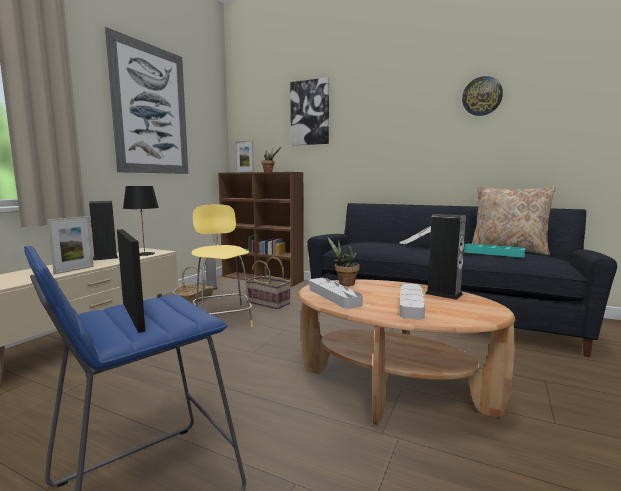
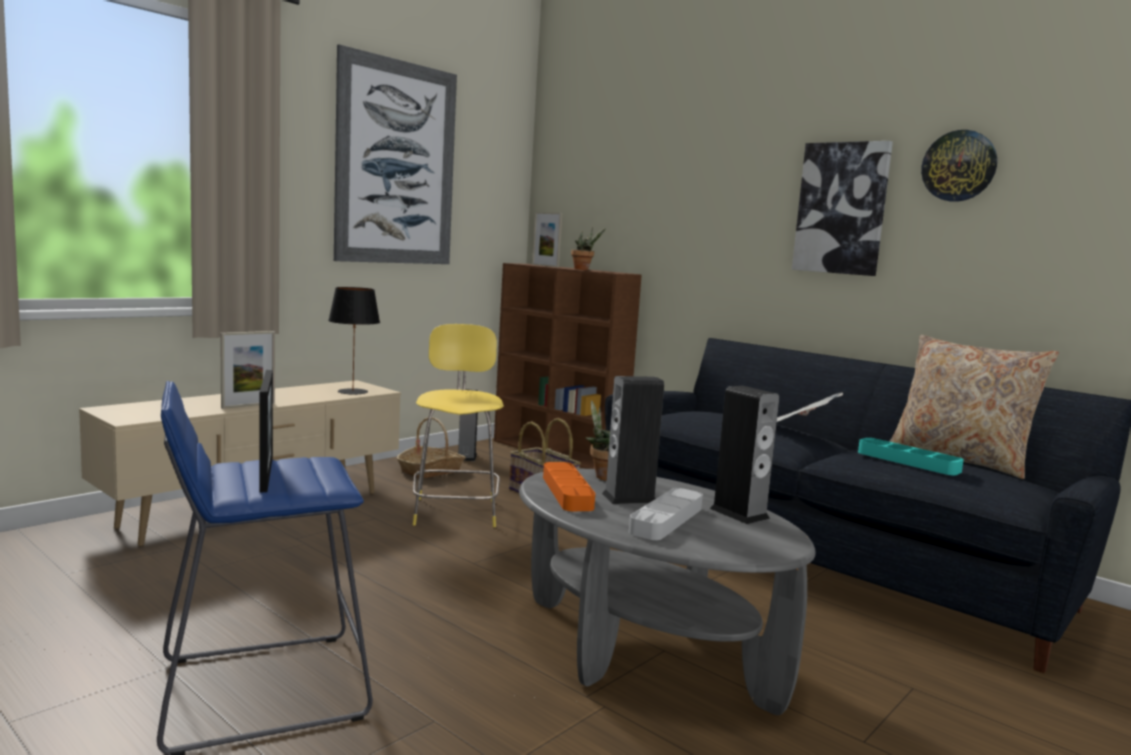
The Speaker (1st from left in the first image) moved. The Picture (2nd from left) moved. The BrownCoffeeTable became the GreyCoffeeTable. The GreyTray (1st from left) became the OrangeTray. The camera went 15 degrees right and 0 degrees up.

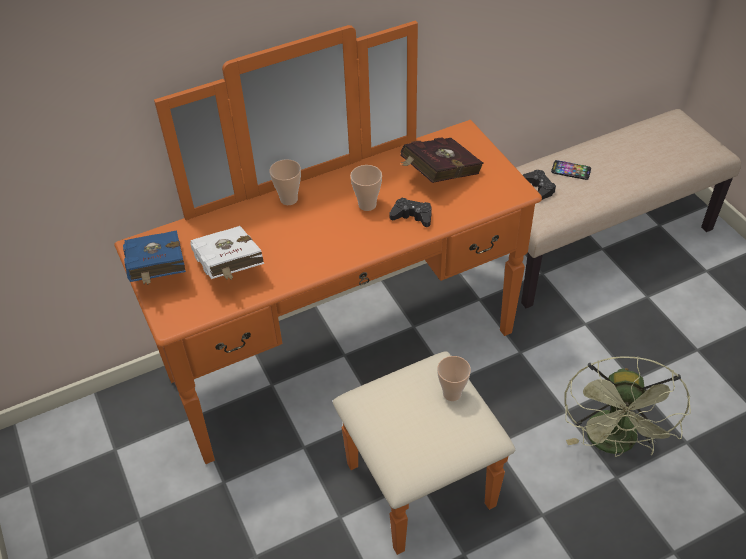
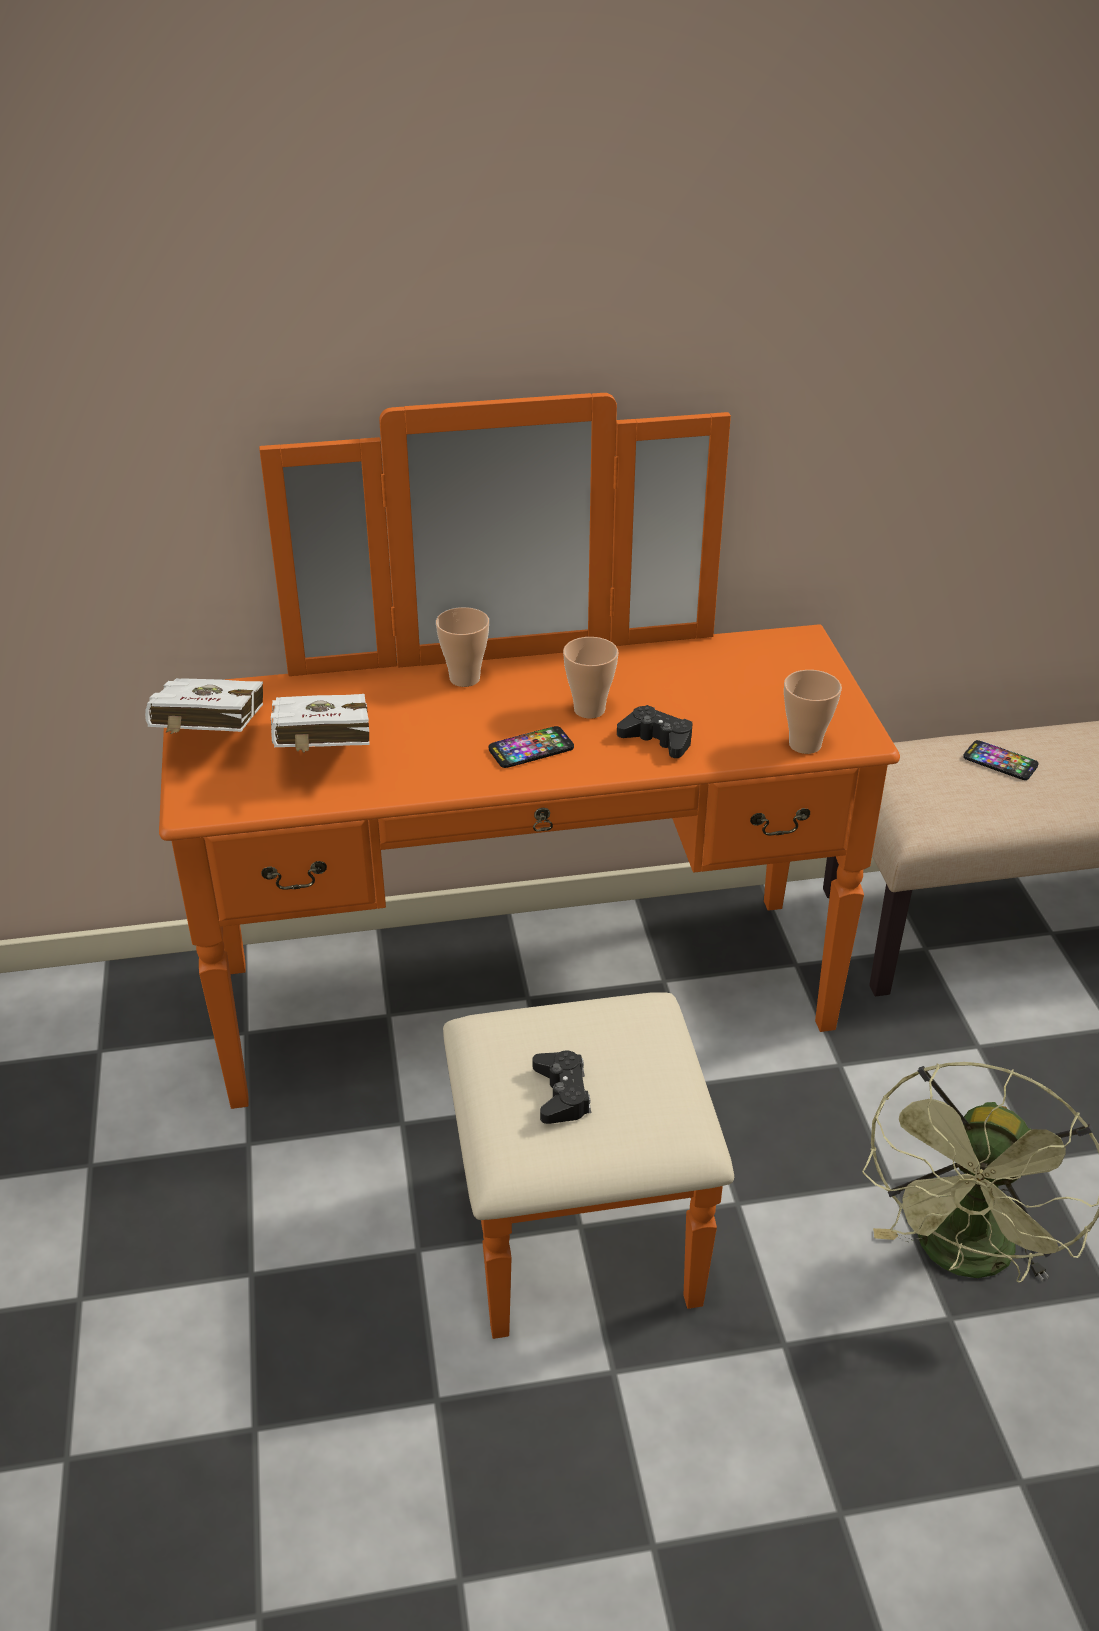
The BlueBook became the WhiteBook (1st from left). The RedBook disappeared. The Cup (3rd from left) moved. The BlackGameController (2nd from left in the first image) moved. The Phone (1st from left) appeared. The camera went 15 degrees right and 10 degrees down.

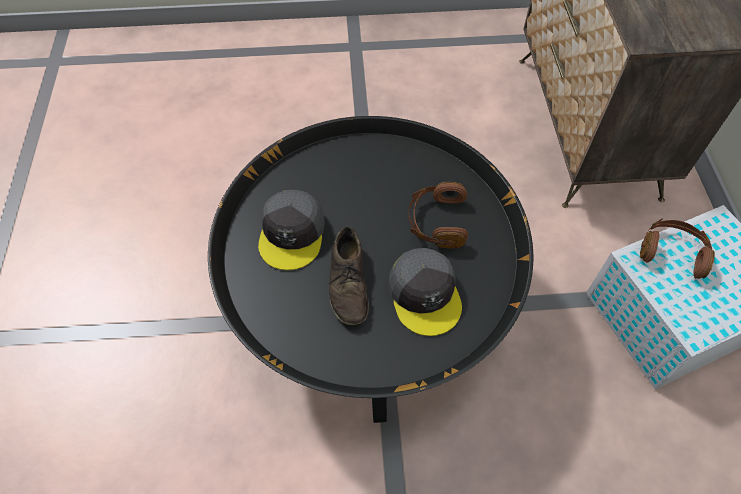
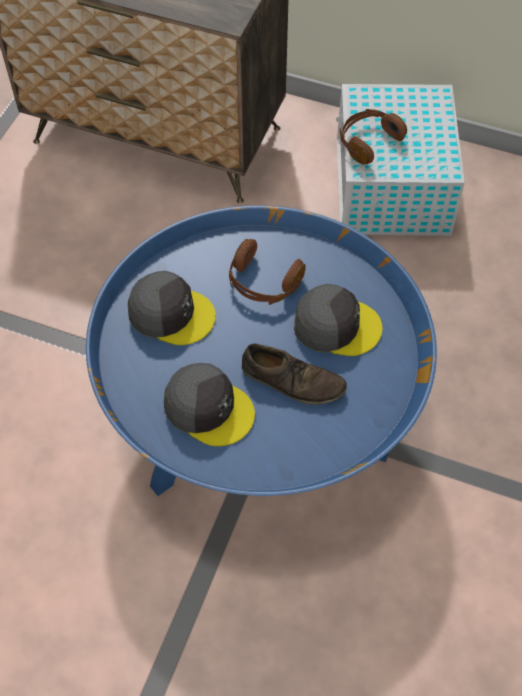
The BlackCoffeeTable became the BlueCoffeeTable. The GreyCap (1st from left) appeared. The camera went 65 degrees left and 0 degrees up.

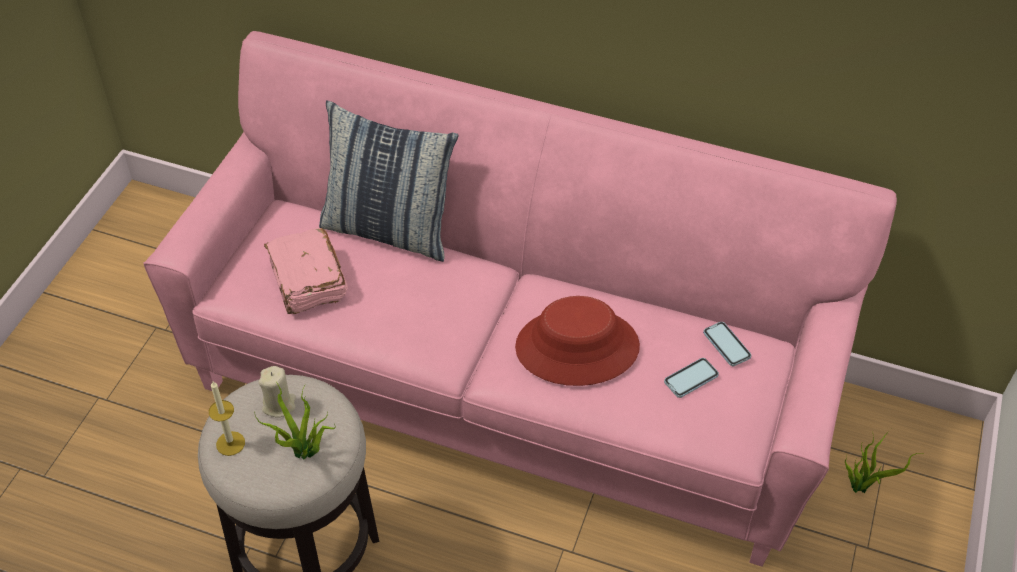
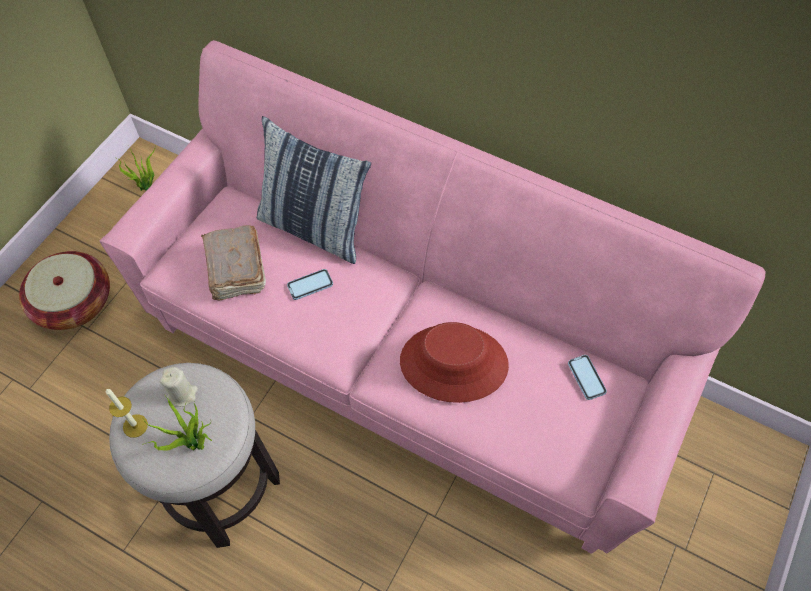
The PinkBook became the BrownBook. The Phone (1st from left) moved. The PottedPlant (2nd from left in the first image) moved. The Basket appeared. The camera went 10 degrees right and 10 degrees up.

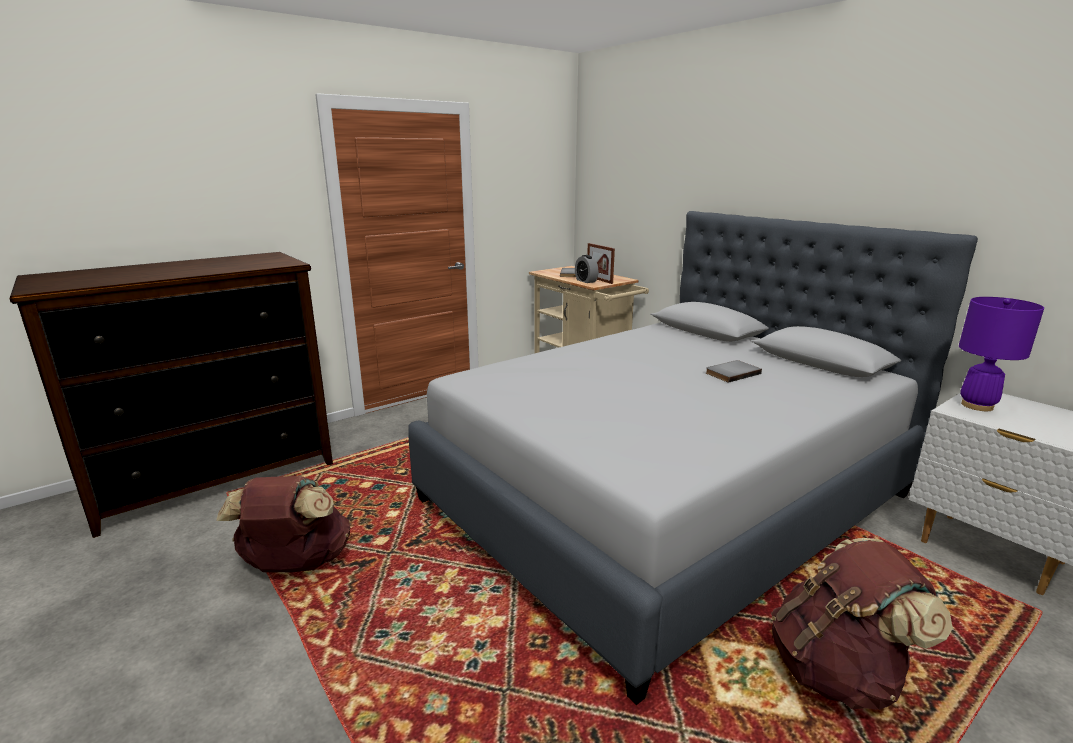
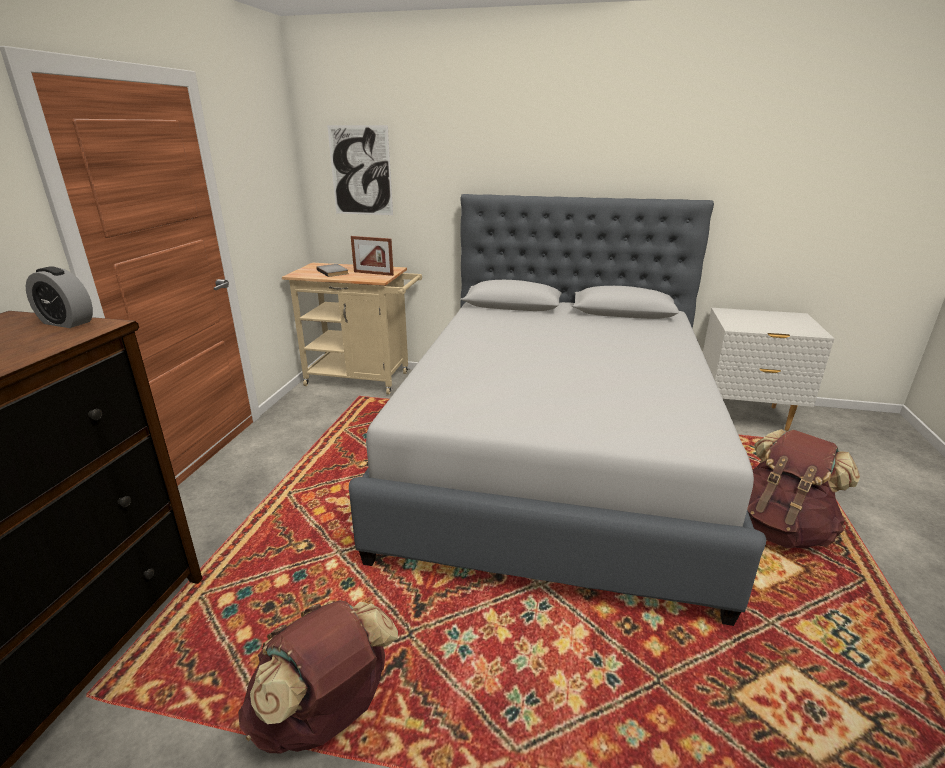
The AlarmClock moved. The GreyBook (2nd from left) disappeared. The PurpleTableLamp disappeared. The Picture appeared. The camera went 40 degrees left and 5 degrees up.

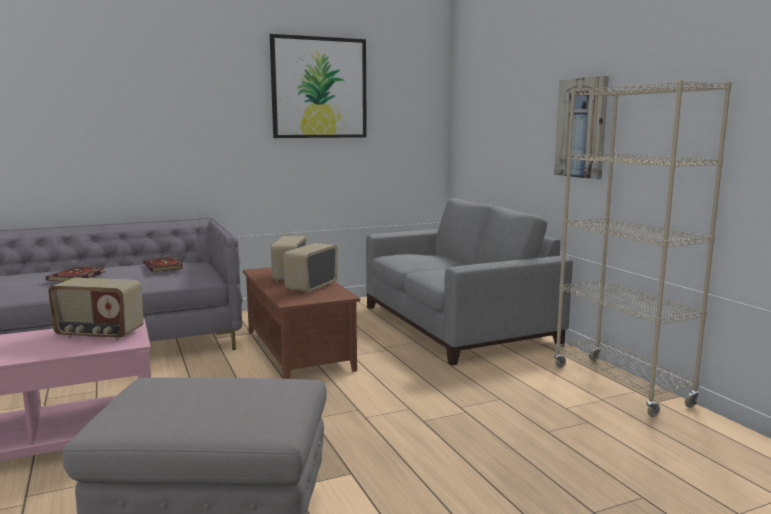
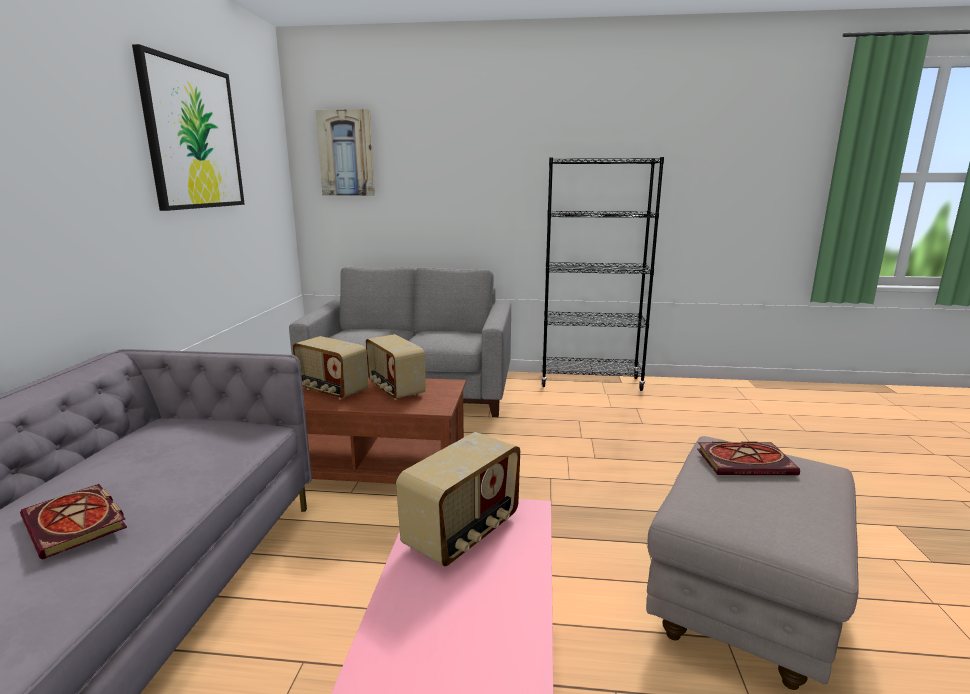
The Book (2nd from left) moved. The Picture (2nd from left) moved. The BeigeBookcase became the BlackBookcase. The camera went 60 degrees left and 5 degrees up.

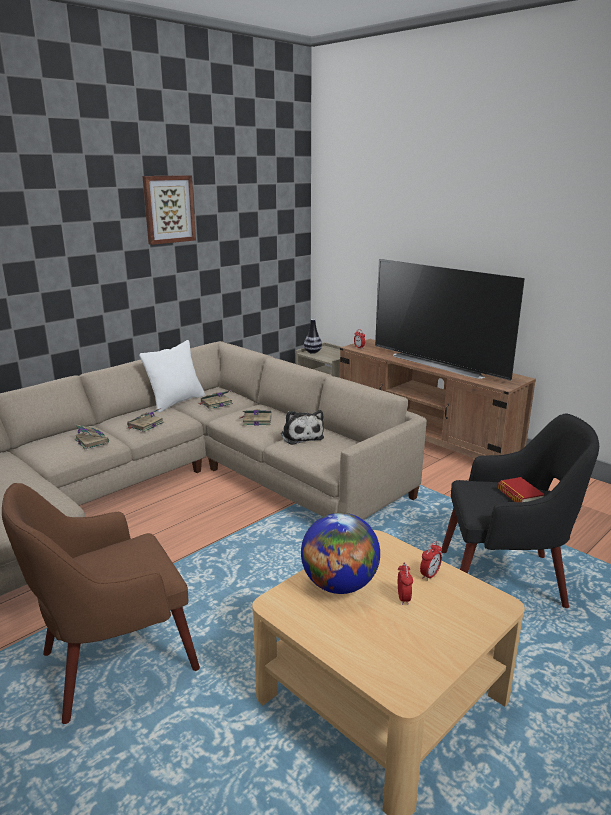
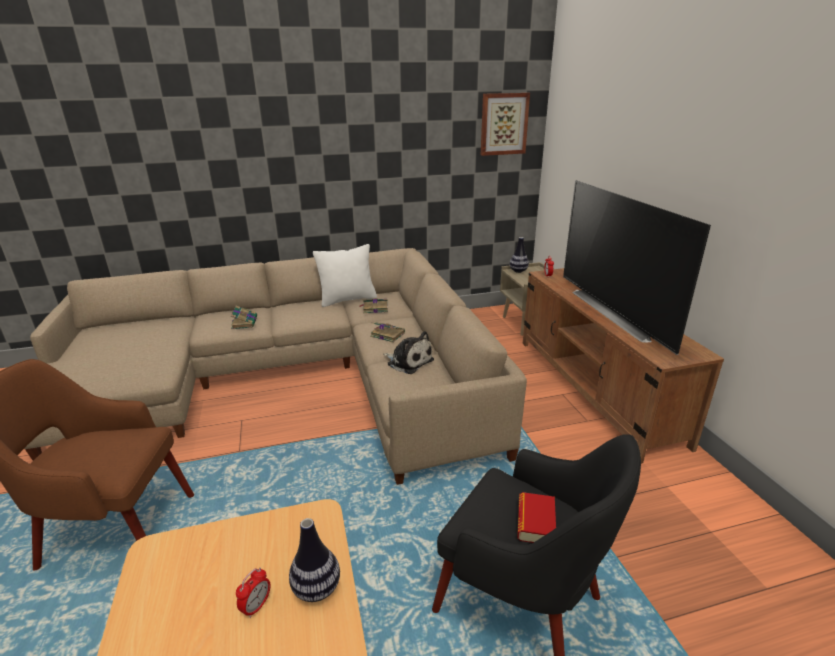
The Book (2nd from left) disappeared. The Picture moved. The PlushToy turned 60 degrees counterclockwise. The Globe disappeared. The AlarmClock (3rd from left) was replaced by the Vase (1st from left). The camera went 30 degrees right and 5 degrees up.

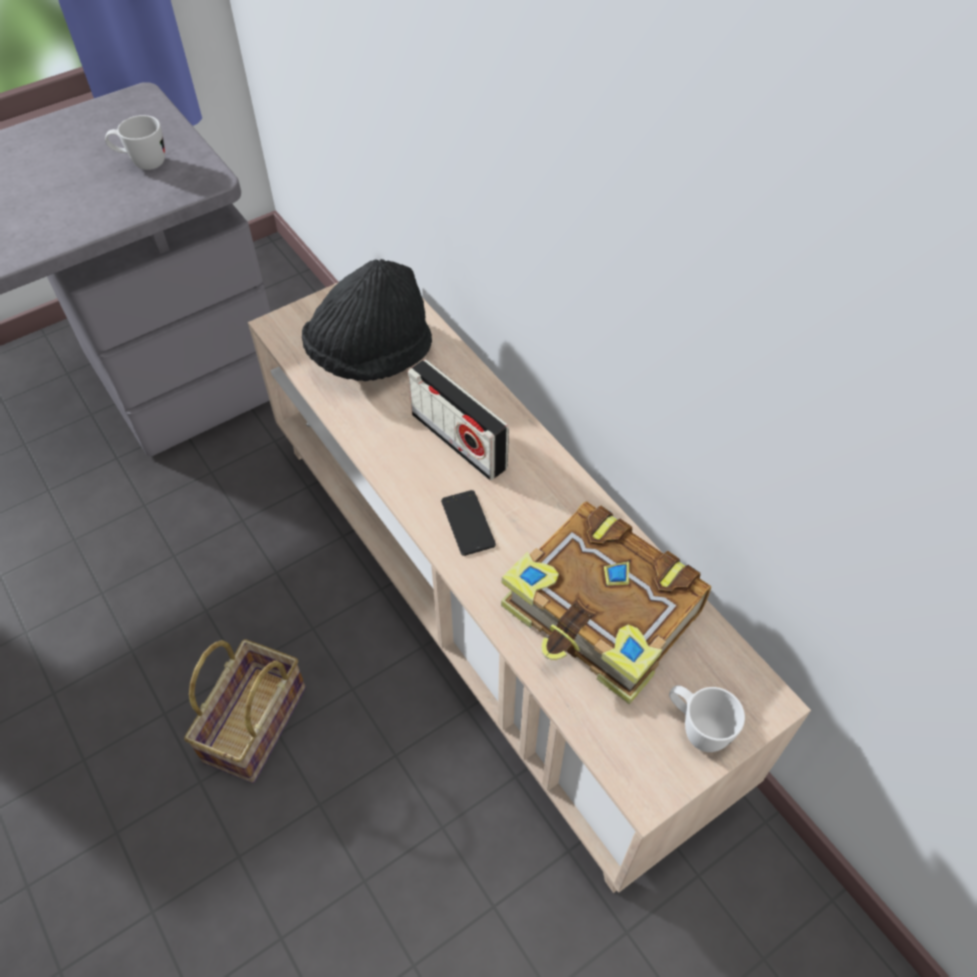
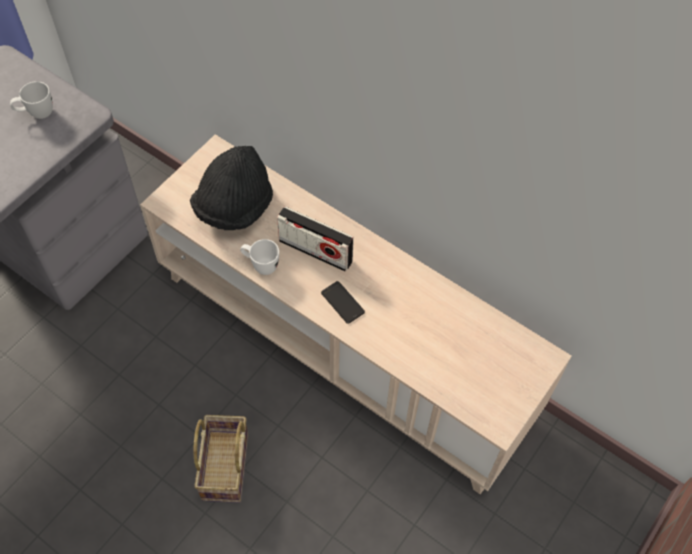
The Book disappeared. The WhiteMug (2nd from left) moved. The camera went 20 degrees left and 5 degrees up.

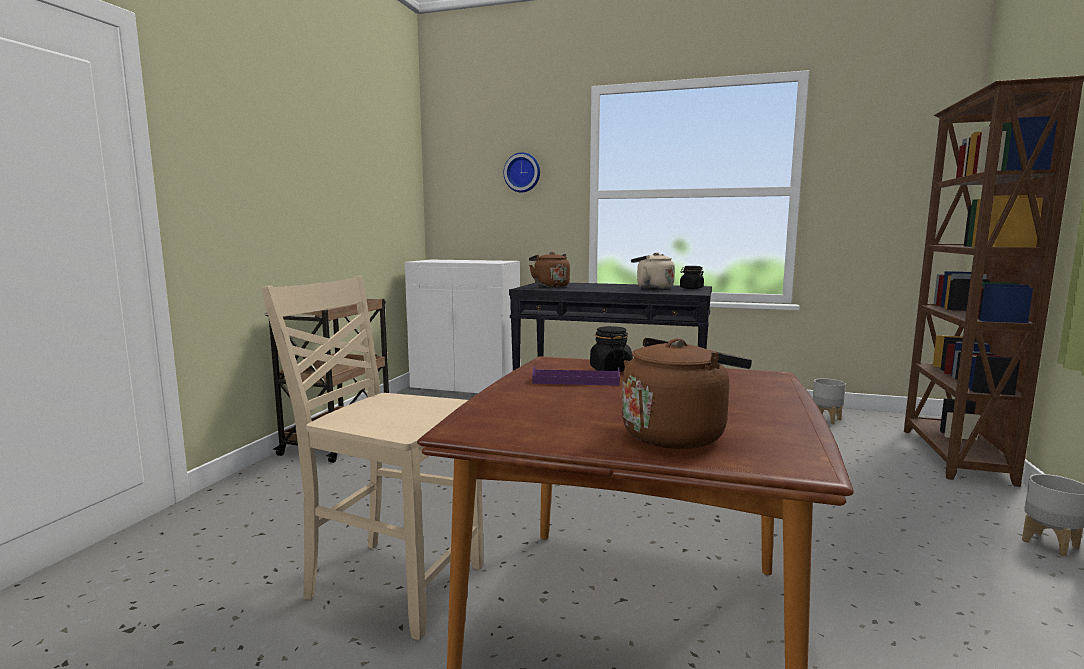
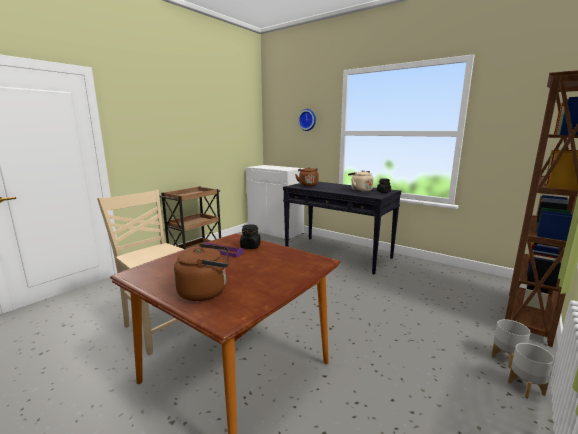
The GreyPlanter (1st from left) moved. The camera went 20 degrees right and 5 degrees up.

